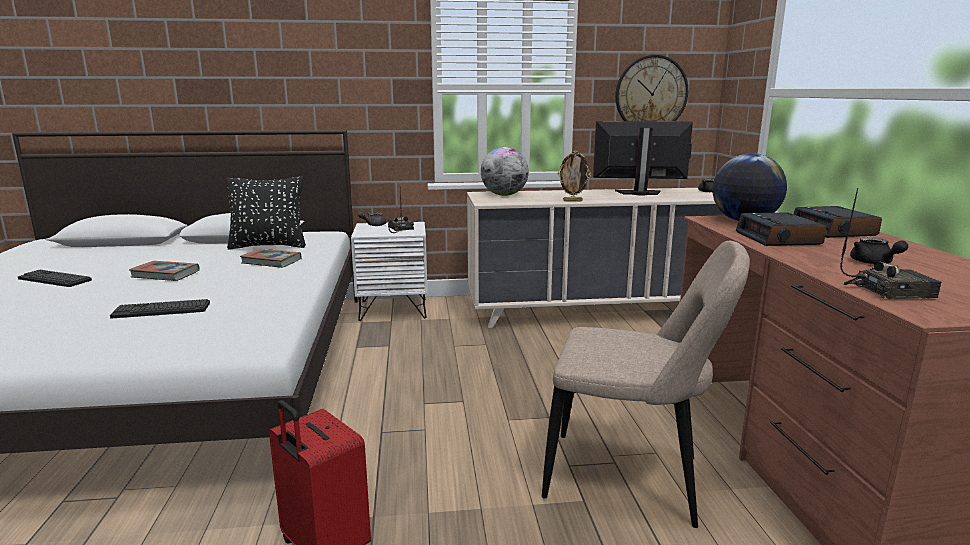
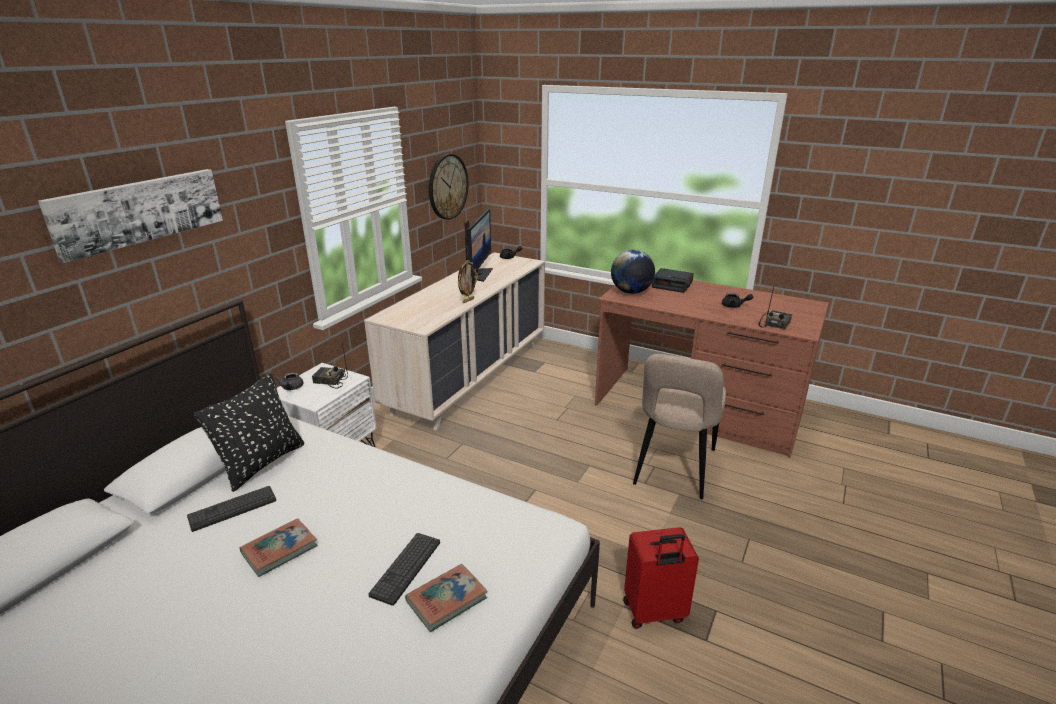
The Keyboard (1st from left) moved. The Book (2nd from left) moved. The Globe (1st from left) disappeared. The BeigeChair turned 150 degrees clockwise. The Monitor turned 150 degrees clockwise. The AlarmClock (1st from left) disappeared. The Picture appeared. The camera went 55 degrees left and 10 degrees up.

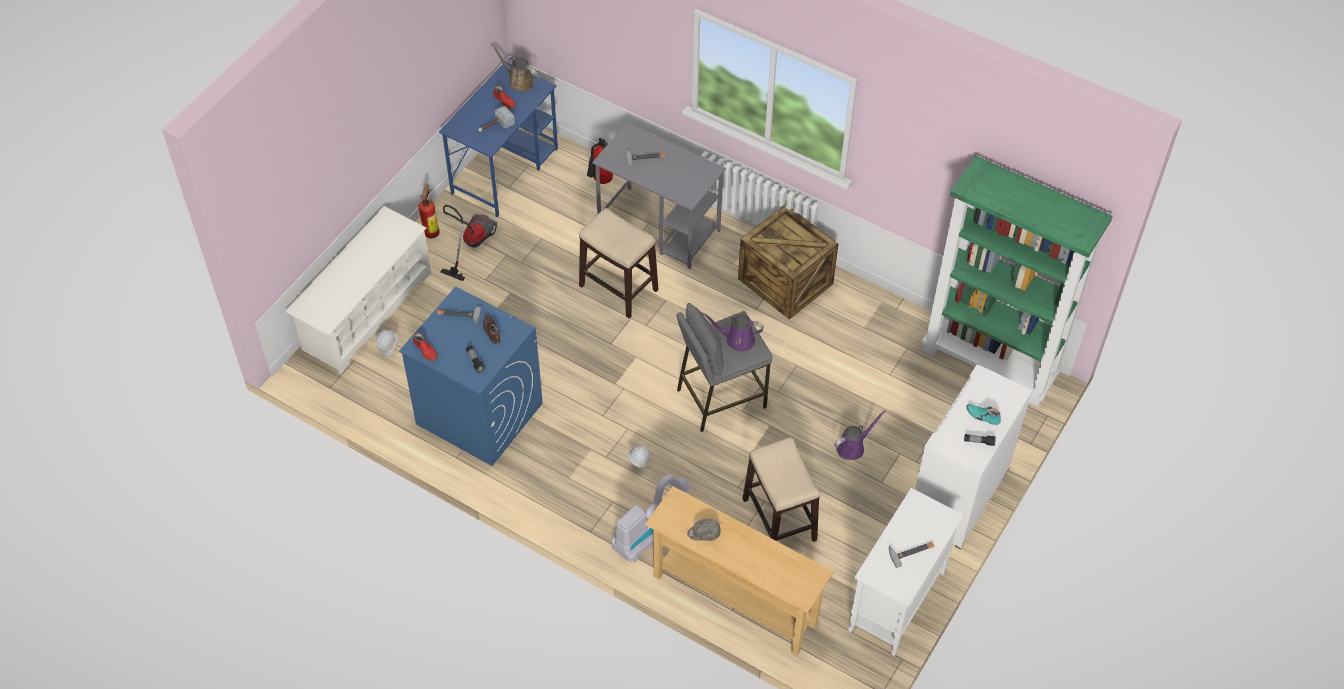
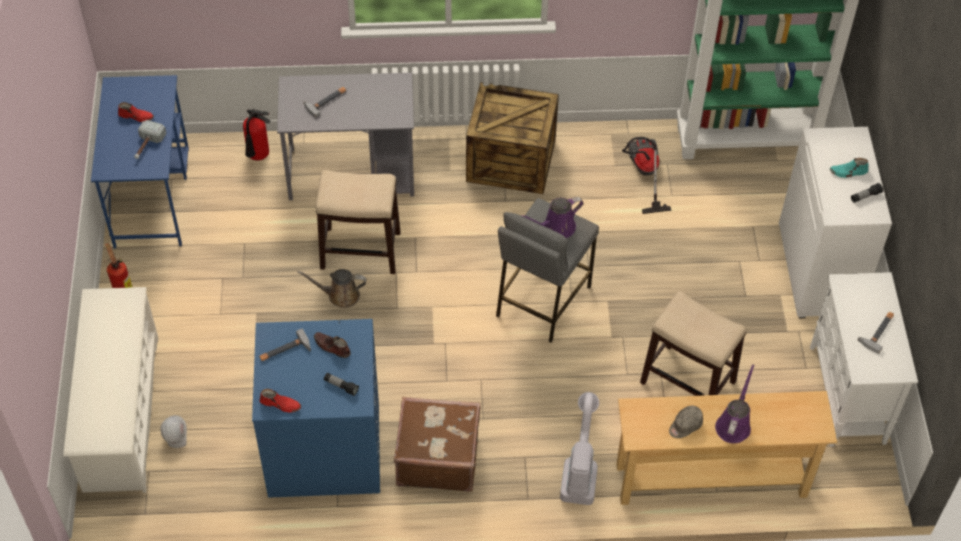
The VacuumCleaner (1st from left in the first image) moved. The BrownWateringCan moved. The WhiteHardHat (2nd from left) disappeared. The PurpleWateringCan (2nd from left) moved. The BrownSuitcase appeared. The camera went 35 degrees left and 0 degrees up.

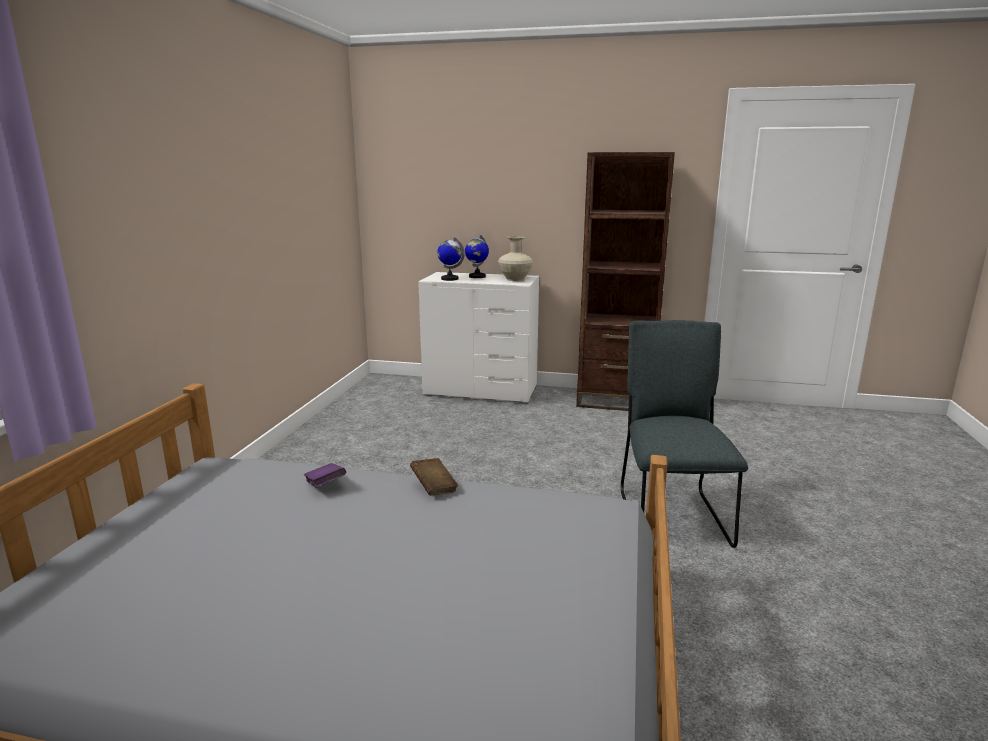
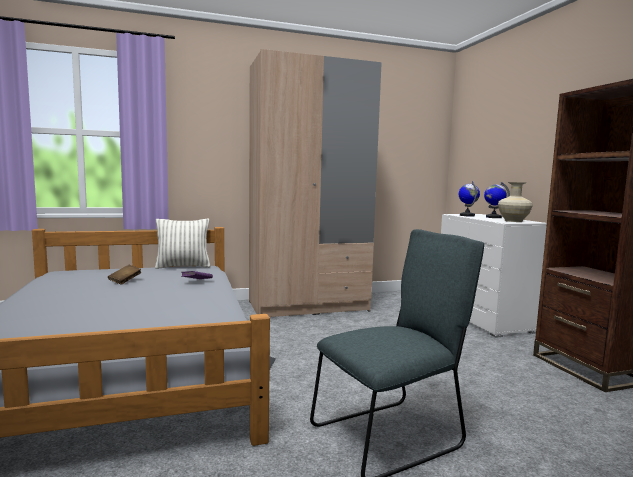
The BrownBook moved. The Pillow appeared. The BeigeWardrobe appeared. The camera went 60 degrees right and 10 degrees down.

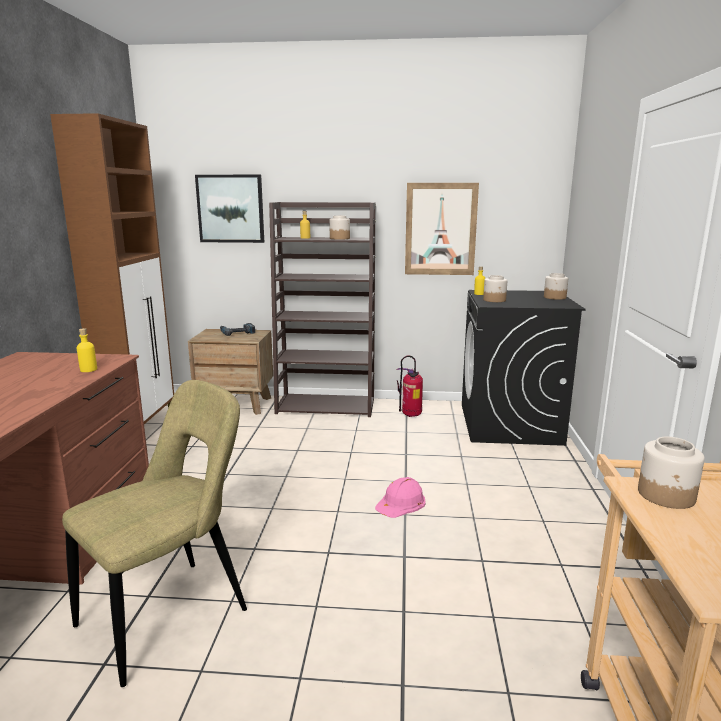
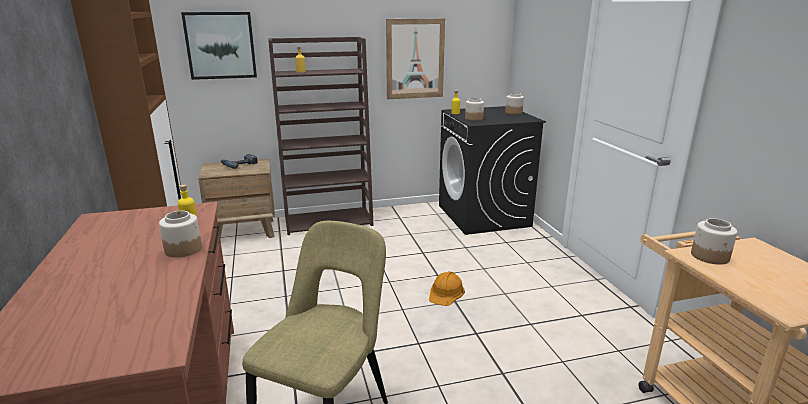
The Jar (1st from left) moved. The PinkHardHat became the OrangeHardHat. The FireExtinguisher disappeared. The camera went 20 degrees left and 5 degrees up.

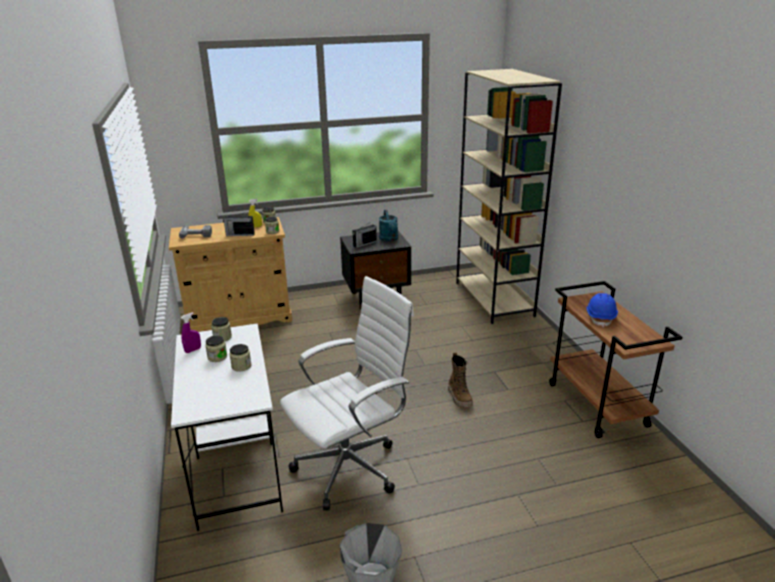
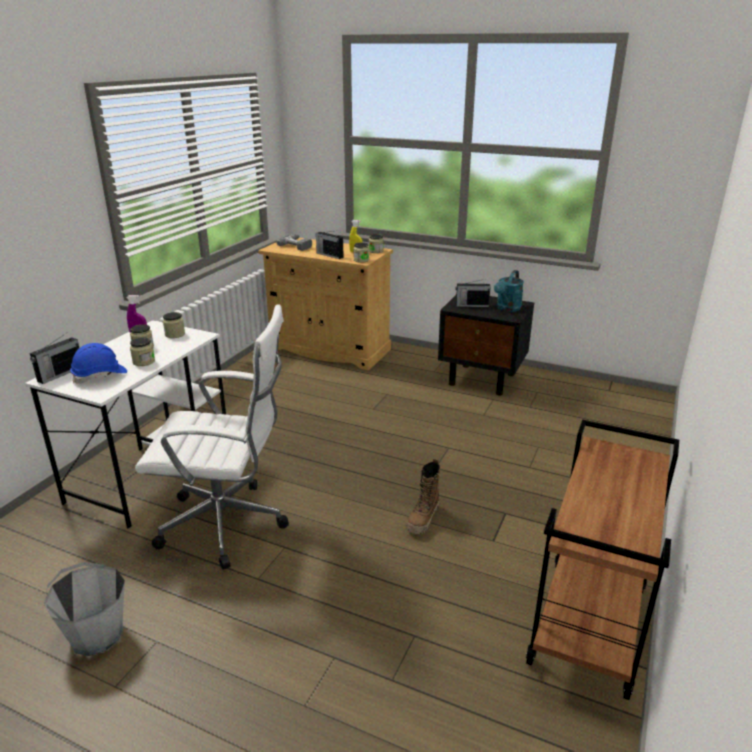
The BeigeBookcase disappeared. The BlueHardHat moved. The Radio (1st from left) appeared. The camera went 40 degrees right and 0 degrees up.

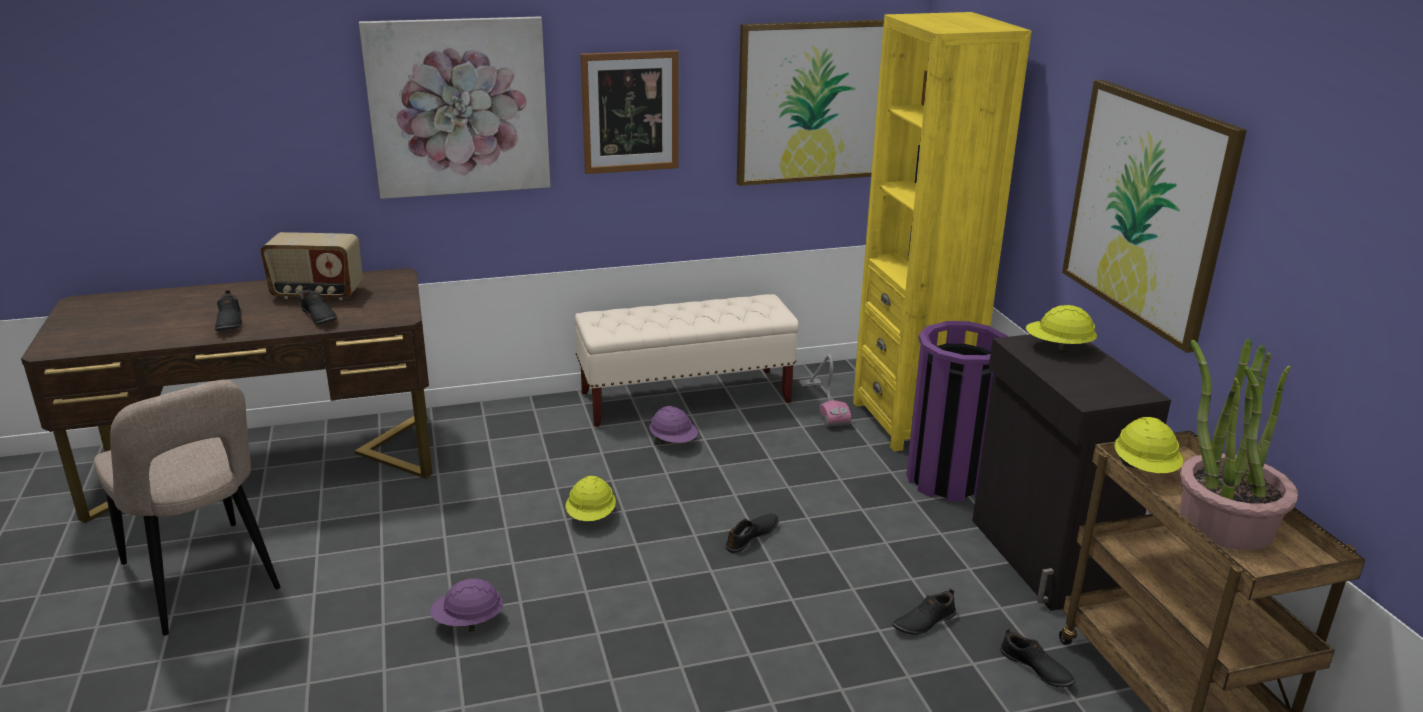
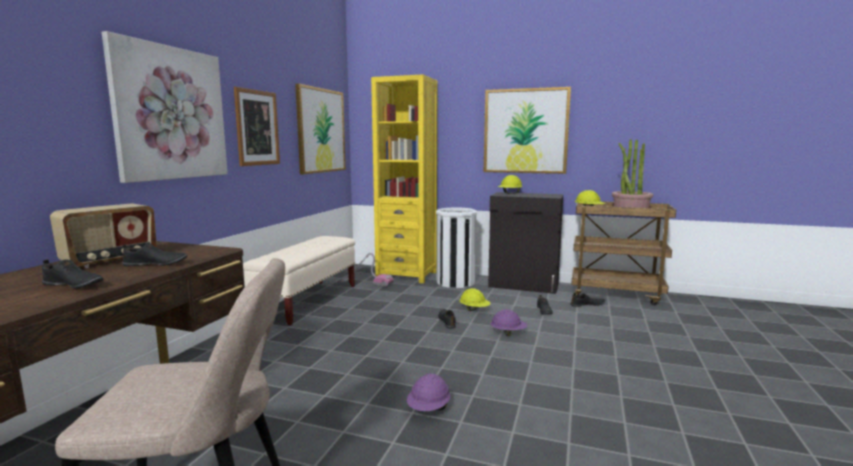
The YellowHardHat (1st from left) moved. The PurpleHardHat (2nd from left) moved. The PurpleTrashCan became the WhiteTrashCan. The camera went 55 degrees left and 15 degrees down.

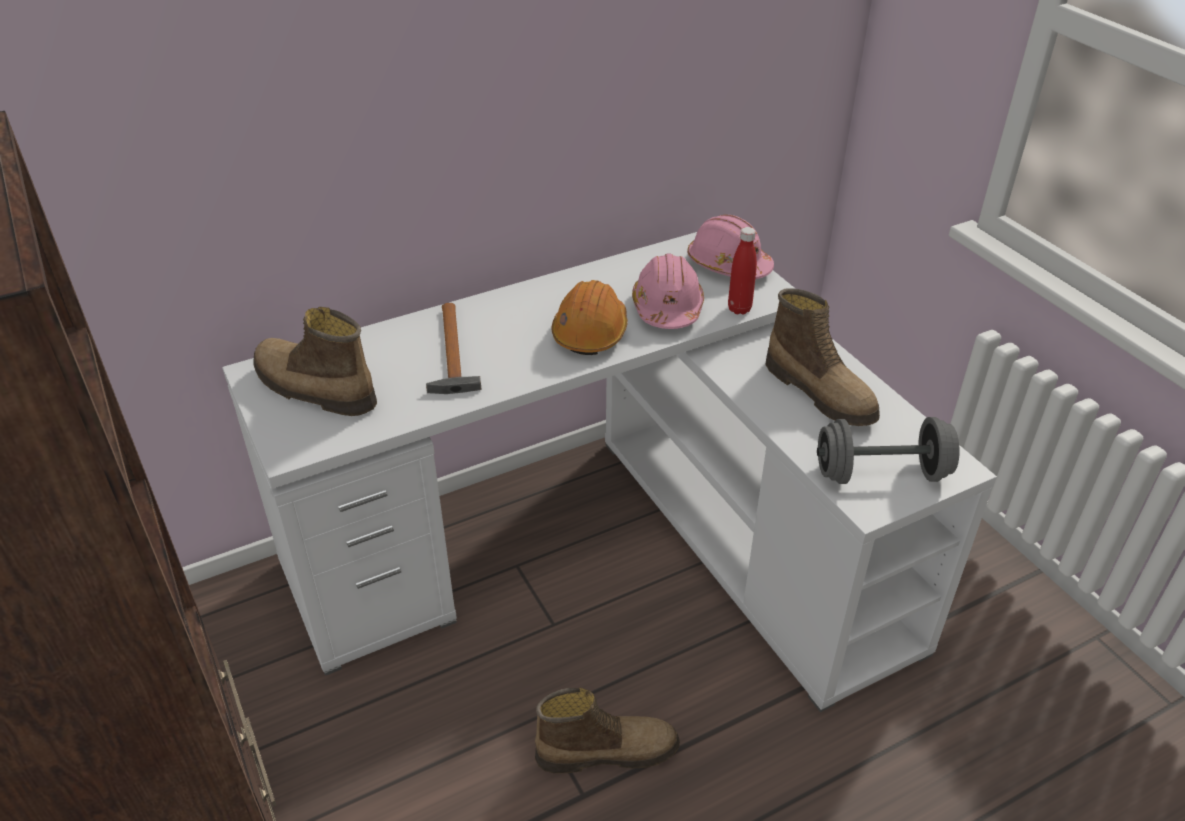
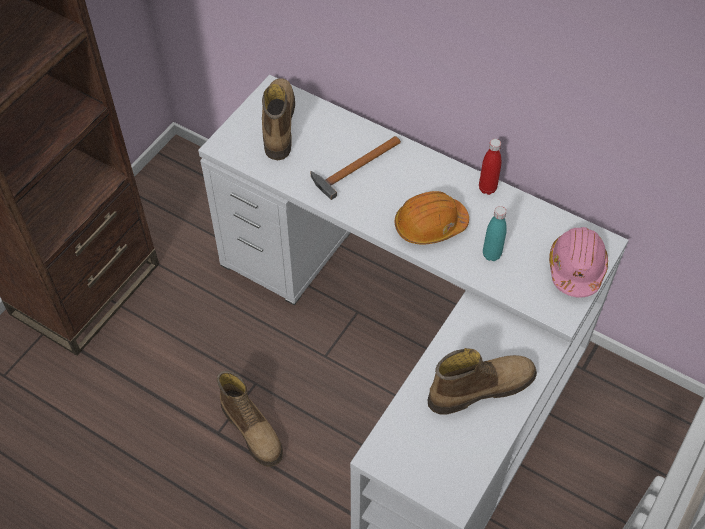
The PinkHardHat (1st from left) was replaced by the TurquoiseBottle. The RedBottle moved. The Boot (3rd from left) turned 135 degrees counterclockwise. The GreyDumbbell disappeared. The camera went 60 degrees right and 15 degrees up.

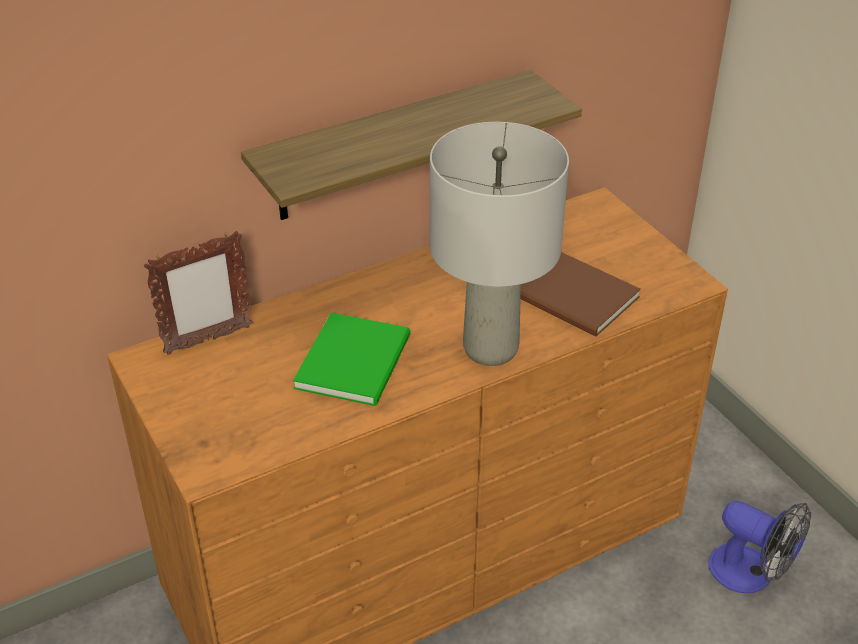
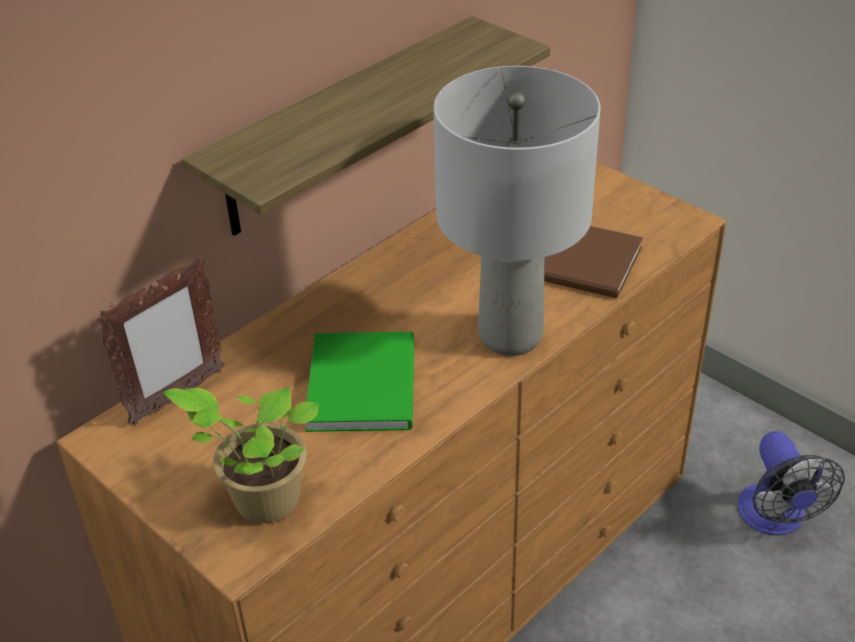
The Fan turned 60 degrees clockwise. The PottedPlant appeared. The camera went 15 degrees left and 0 degrees up.

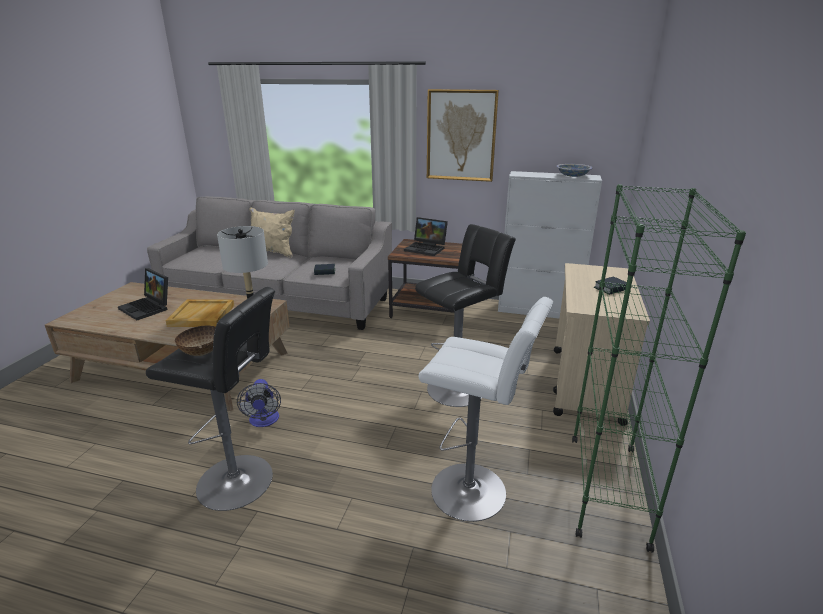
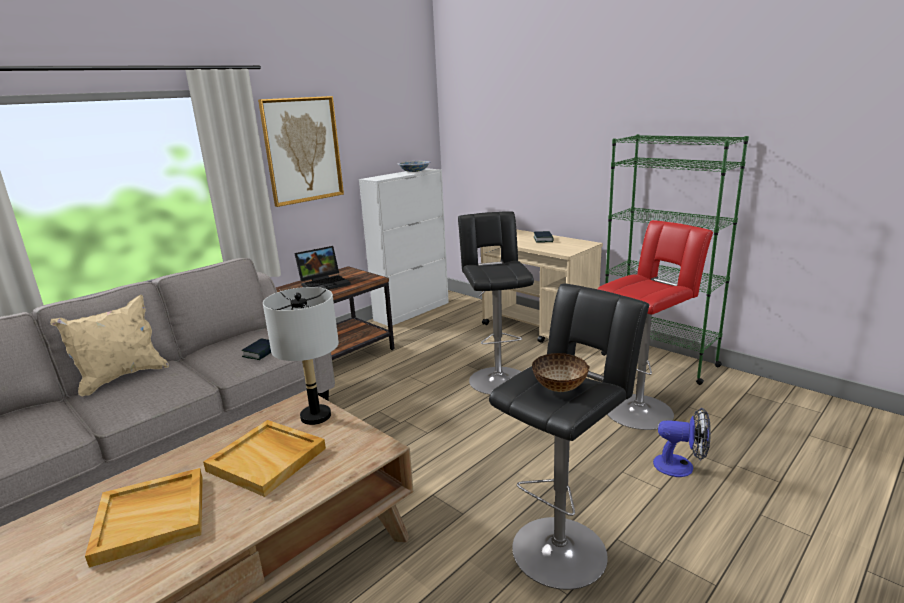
The Laptop (1st from left) was replaced by the BeigeTray (1st from left). The Fan moved. The WhiteStool became the RedStool. The camera went 60 degrees left and 5 degrees down.

